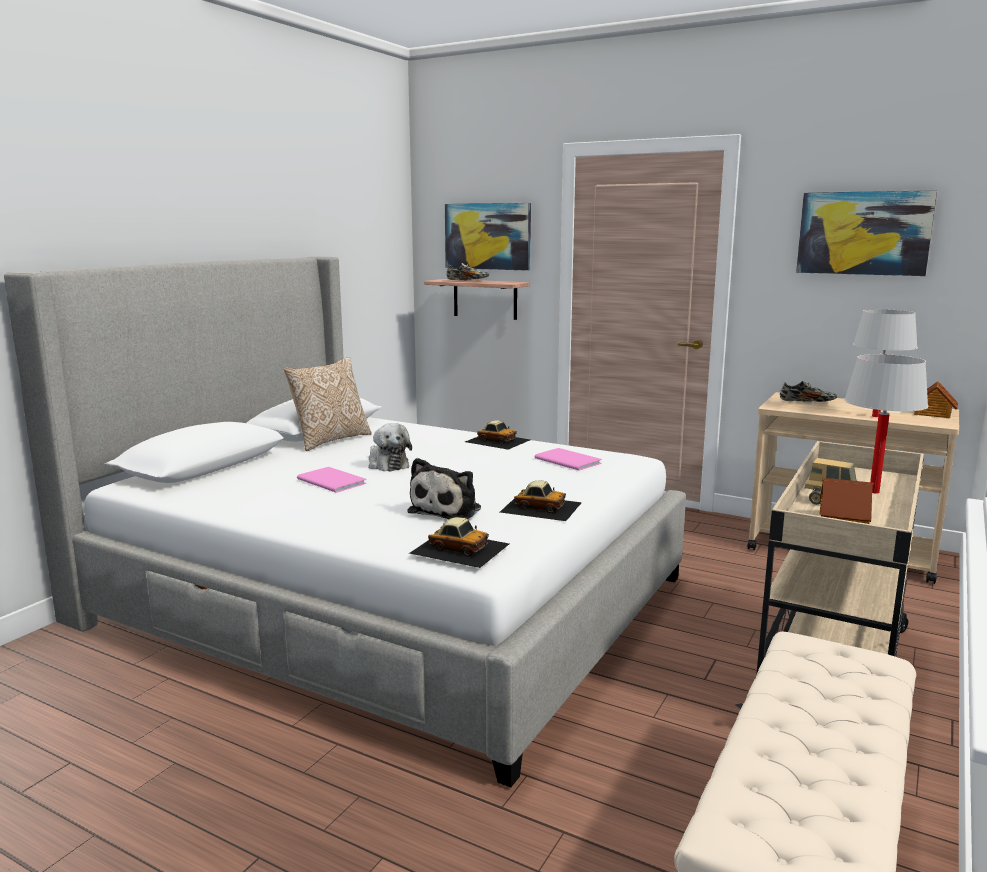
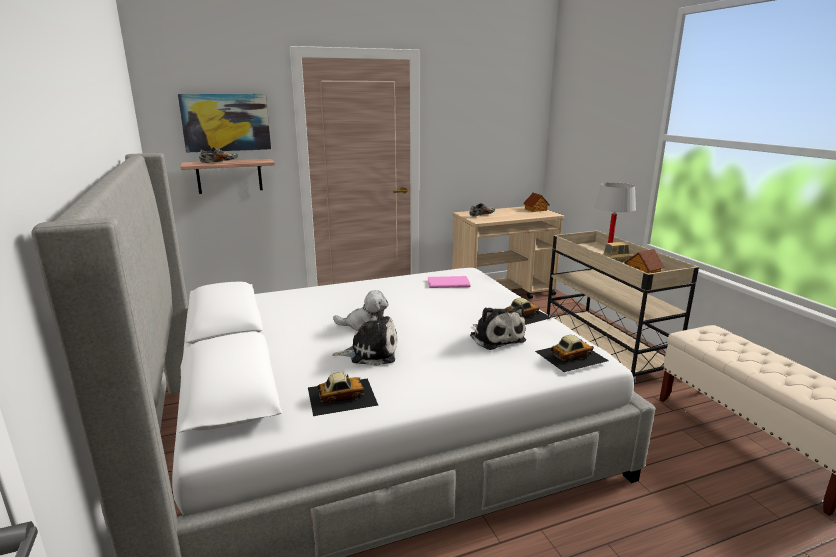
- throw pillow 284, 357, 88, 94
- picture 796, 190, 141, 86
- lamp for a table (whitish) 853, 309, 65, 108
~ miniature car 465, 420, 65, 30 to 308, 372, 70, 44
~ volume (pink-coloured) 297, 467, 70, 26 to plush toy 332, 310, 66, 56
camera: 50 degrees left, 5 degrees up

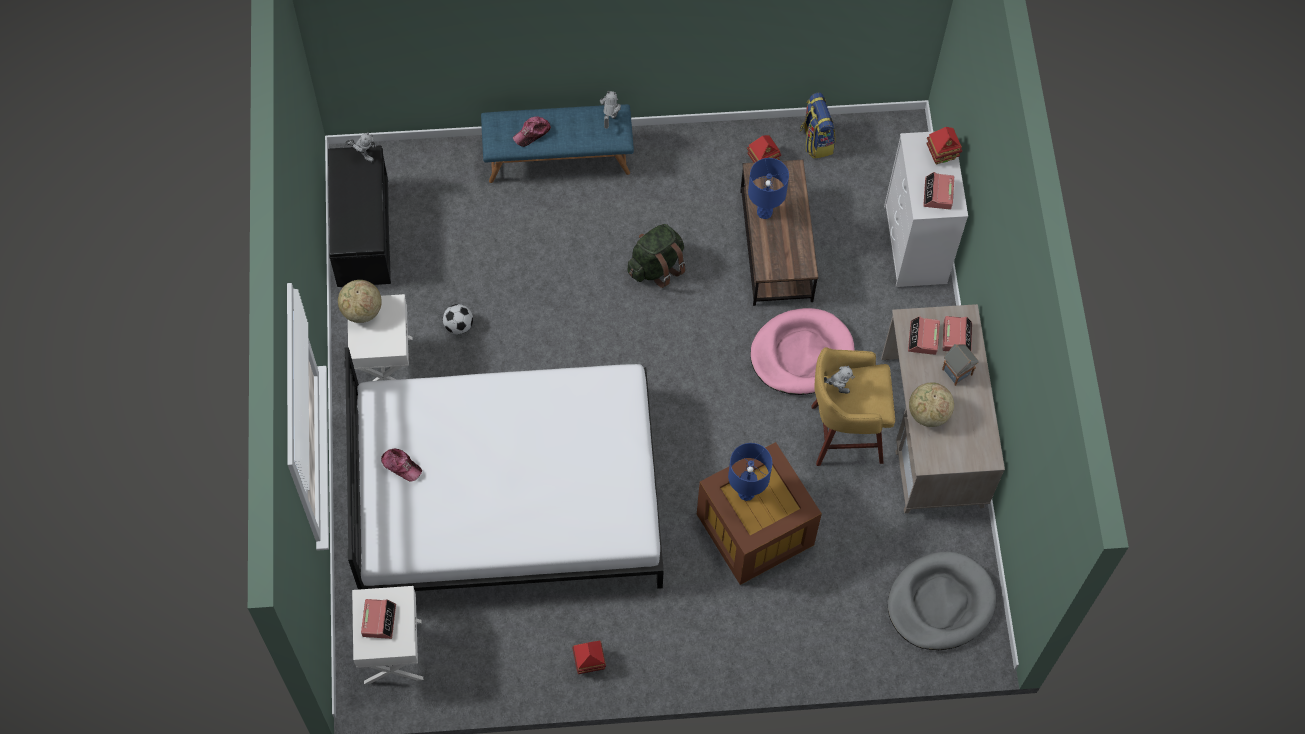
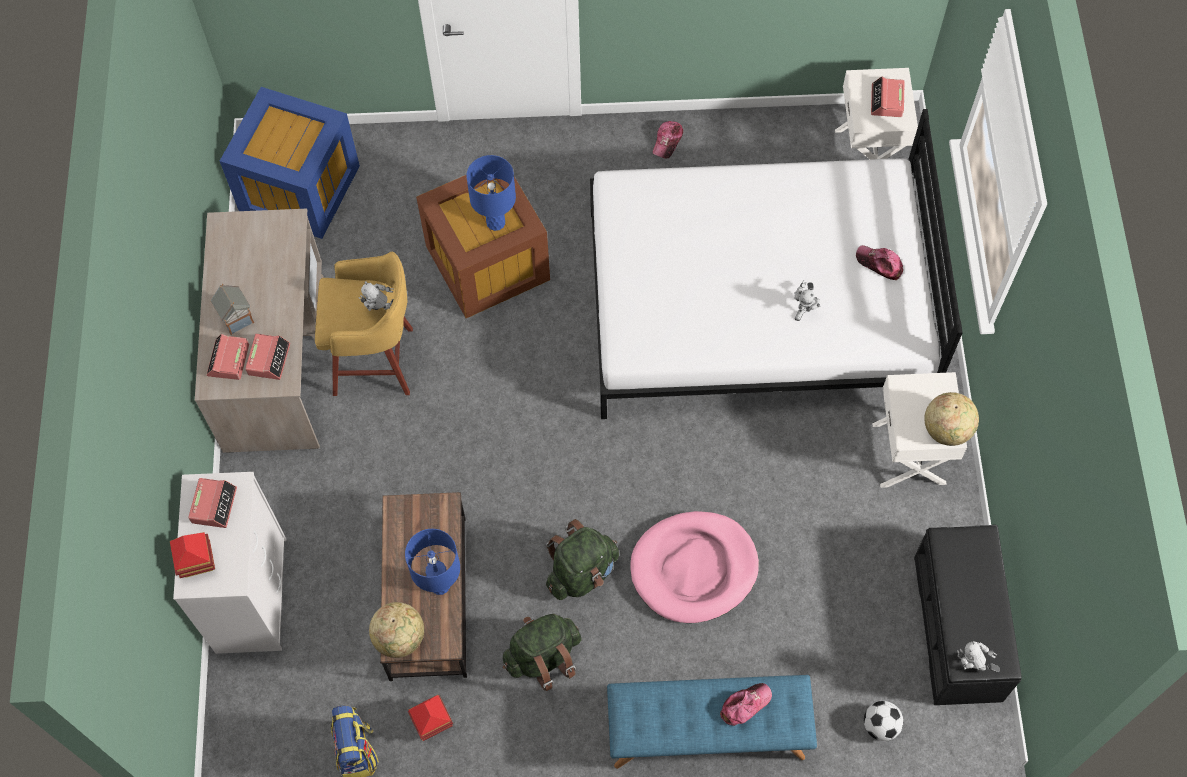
+ rucksack (green) 503, 614, 79, 77
~ football ball 443, 304, 30, 31 to 864, 701, 40, 40
~ toy robot 600, 91, 21, 38 to 794, 280, 27, 41
~ dog bed (pink-coloured) 750, 308, 104, 87 to 630, 511, 129, 112
~ world globe 909, 382, 45, 45 to 369, 602, 55, 56
~ toy house 572, 640, 34, 34 to peaked cap 653, 121, 30, 38
~ dog bed (gray) 888, 552, 108, 98 to storage container (blue-coloured) 220, 87, 140, 152
camera: 175 degrees left, 0 degrees up

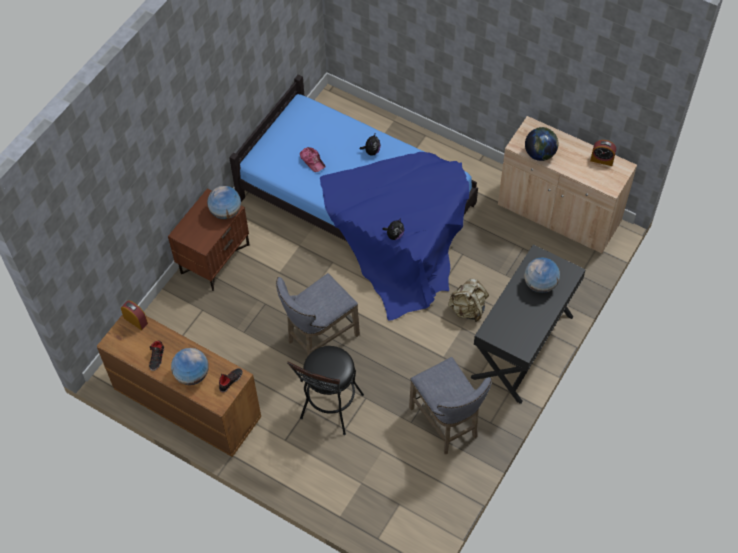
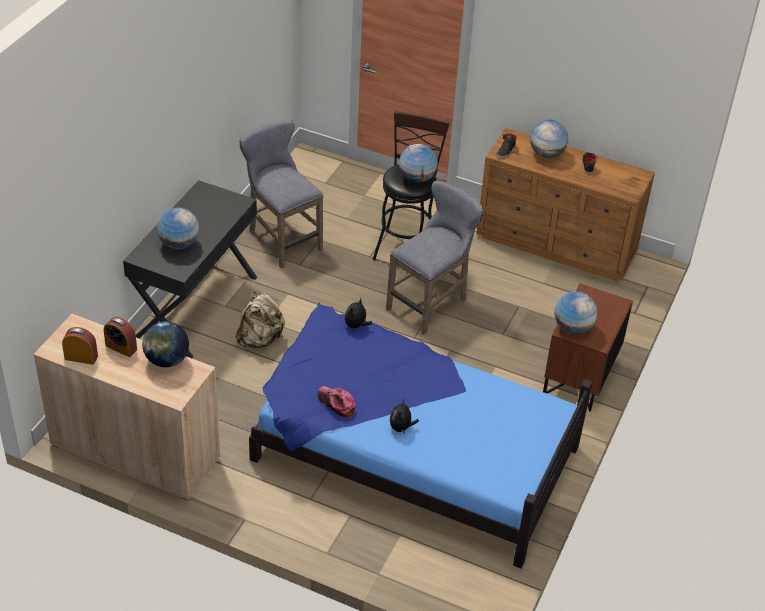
+ world globe 399, 144, 39, 39
~ alarm clock 121, 300, 27, 30 to 104, 317, 33, 40
~ peaked cap 300, 147, 26, 25 to 318, 386, 38, 32
camera: 170 degrees right, 15 degrees down

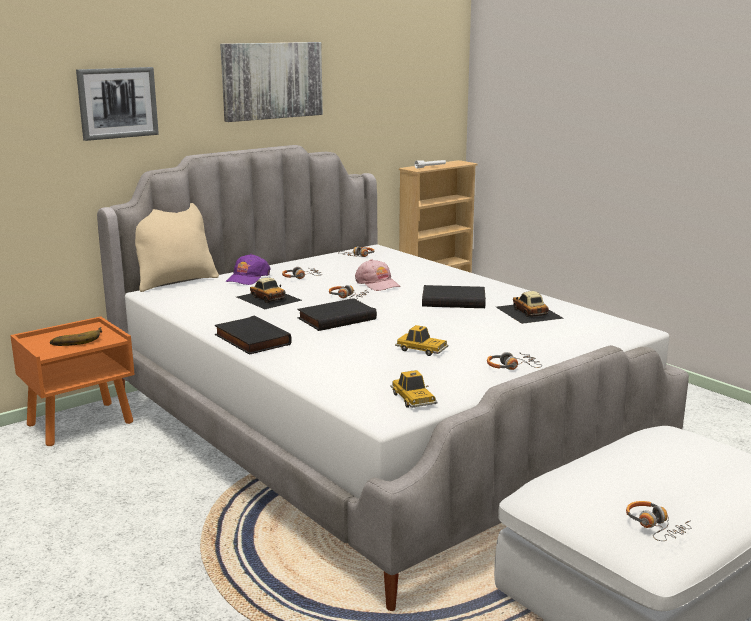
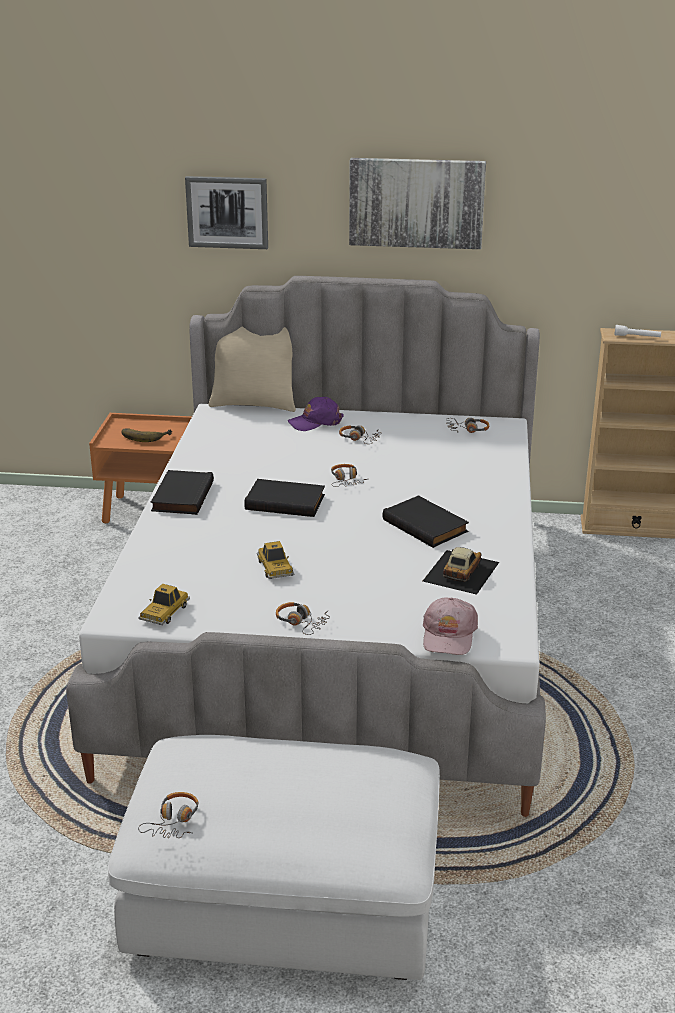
- miniature car 237, 278, 65, 31
~ peaked cap (pink-coloured) 355, 259, 45, 32 to 423, 598, 55, 57
camera: 45 degrees right, 10 degrees up

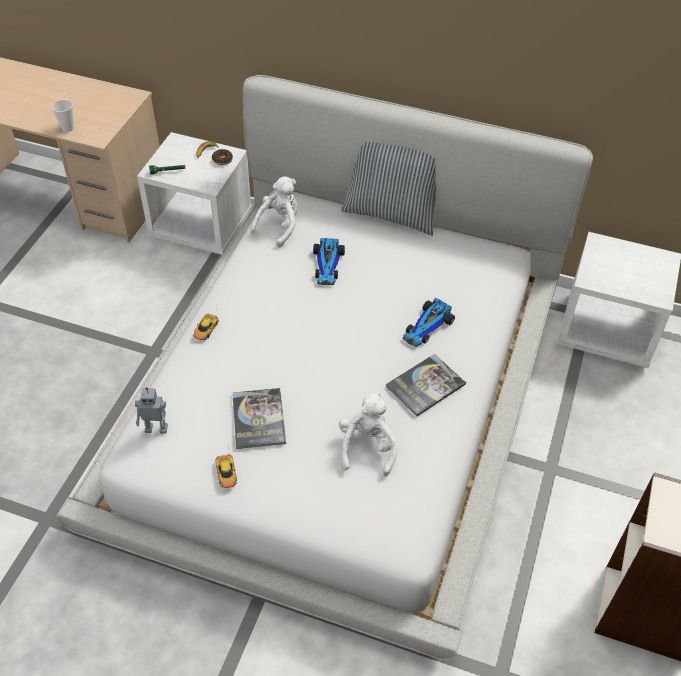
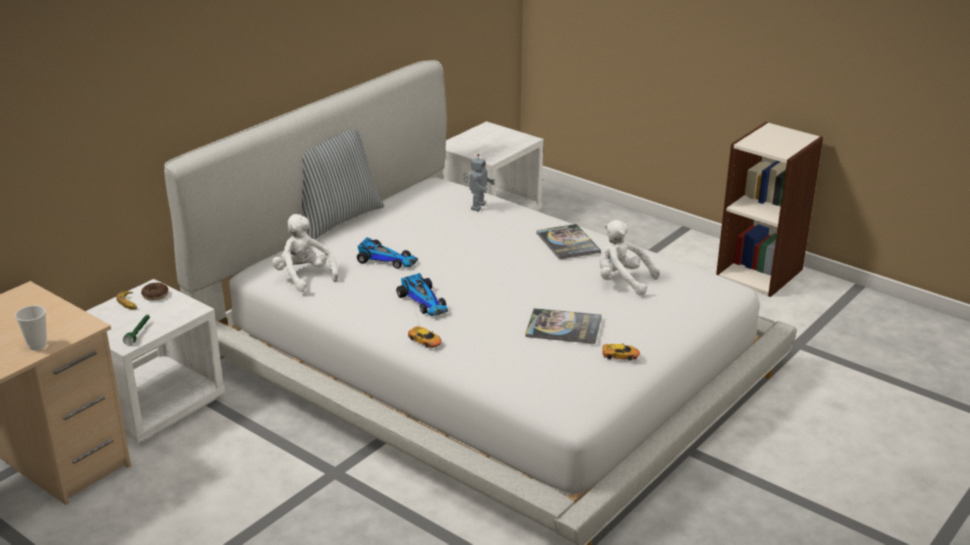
~ toy robot 135, 387, 33, 47 to 464, 154, 31, 57
~ miniature car 402, 298, 53, 49 to 396, 273, 52, 43
camera: 70 degrees left, 20 degrees down

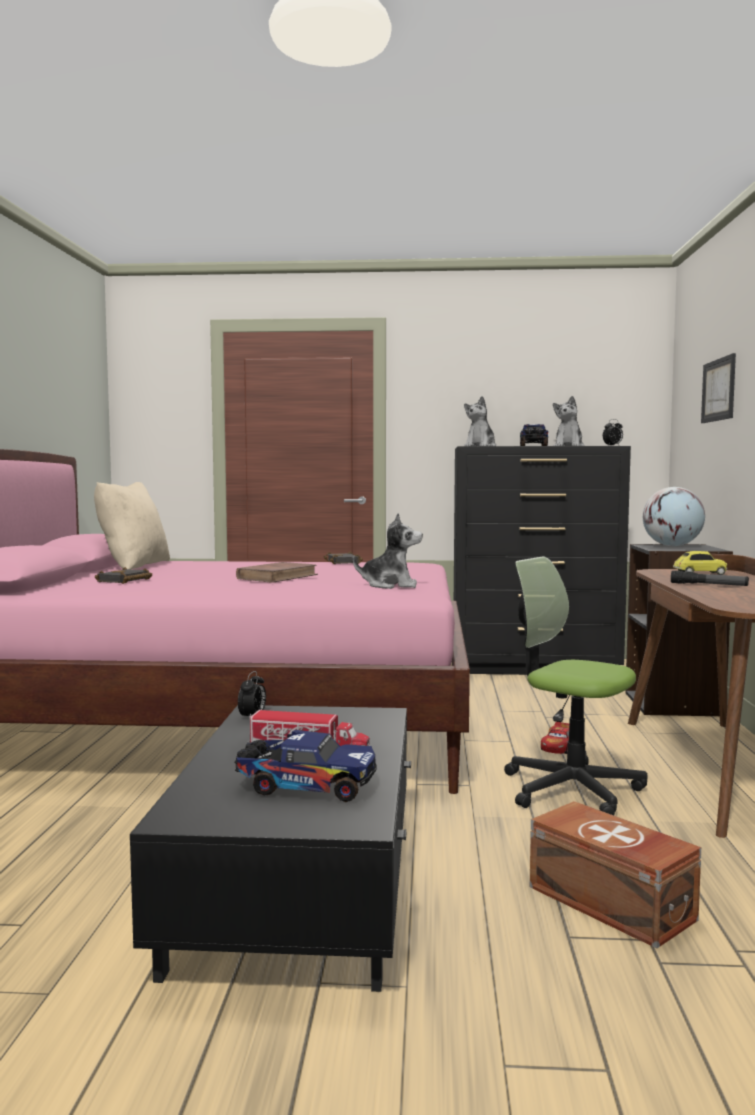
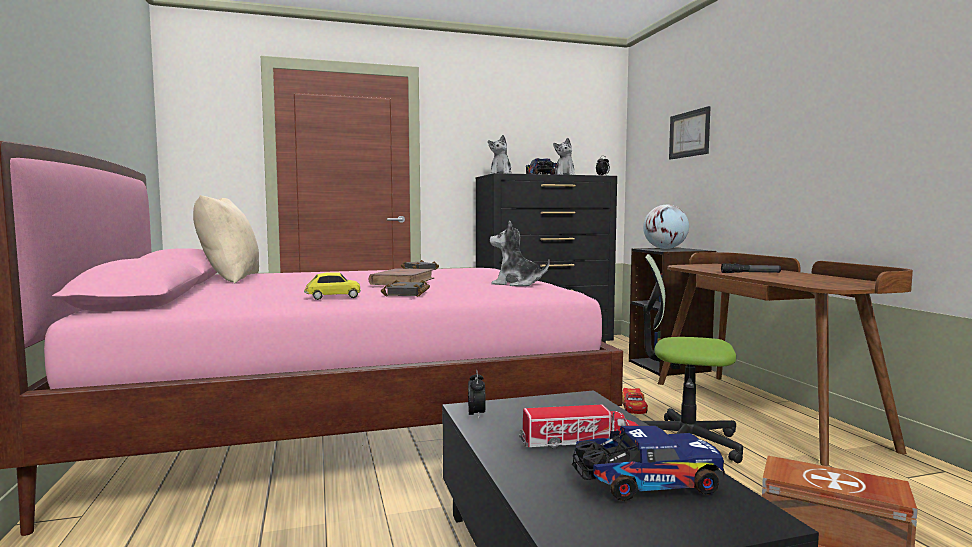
~ volume (black-coloured) 95, 567, 57, 17 to 381, 280, 49, 17
~ miniature car 673, 551, 54, 24 to 304, 272, 57, 28
~ plush toy 353, 513, 70, 76 = 490, 220, 60, 66 150 degrees counterclockwise
camera: 20 degrees left, 0 degrees up

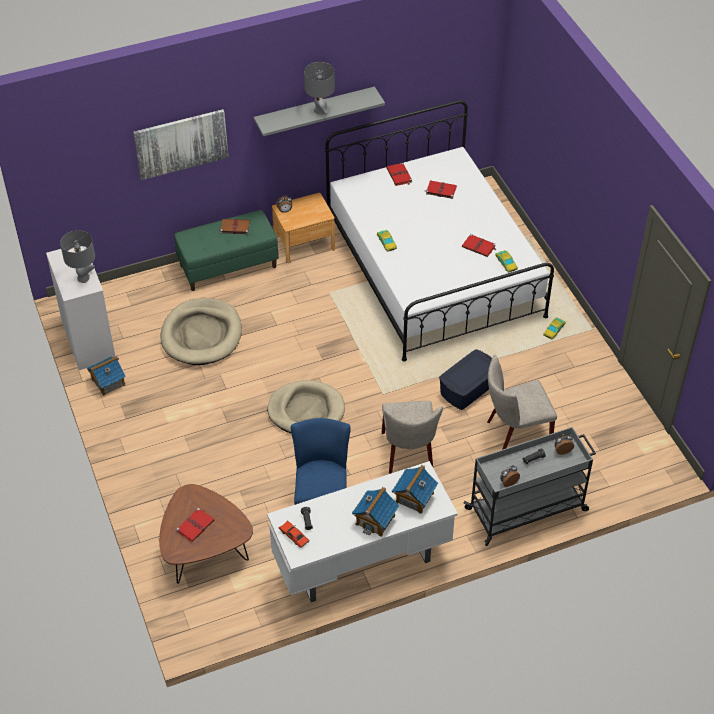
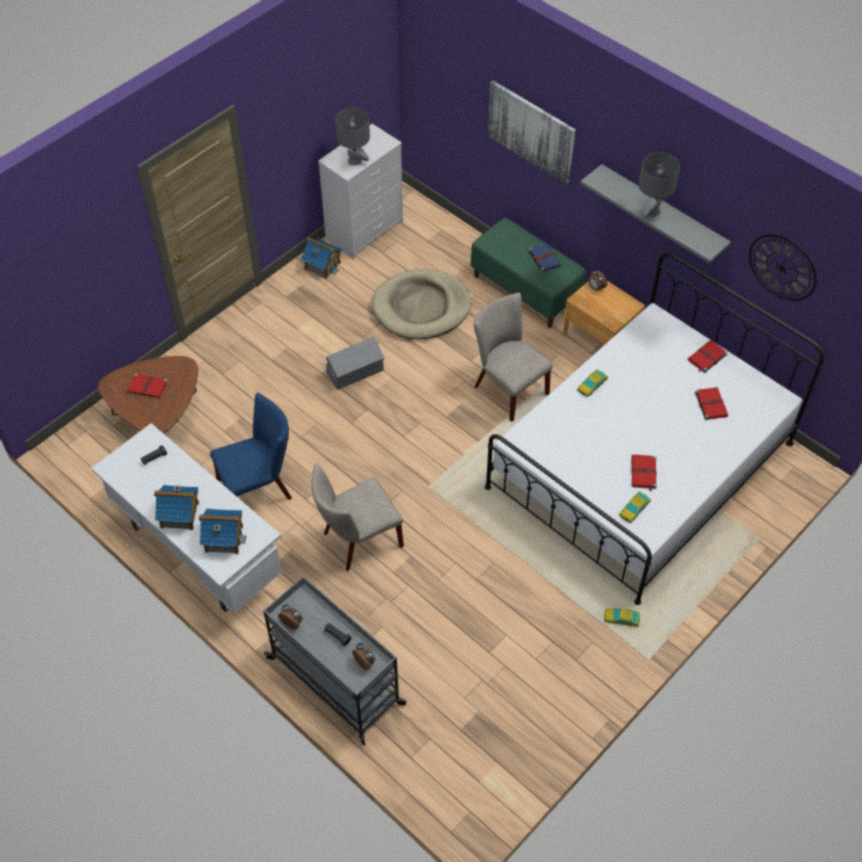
- dog bed (beige) 267, 380, 78, 54
- miniature car (reddish) 279, 520, 31, 28
- storage container (blue-coloured) 439, 349, 53, 61
+ storage container (gray) 326, 337, 58, 53
+ wall clock 749, 234, 68, 67
~ upright chair (beige) 487, 355, 70, 95 to 474, 293, 79, 129
~ volume (brown-coloured) 219, 219, 31, 16 to volume (blue-coloured) 529, 243, 32, 29
camera: 65 degrees right, 5 degrees up

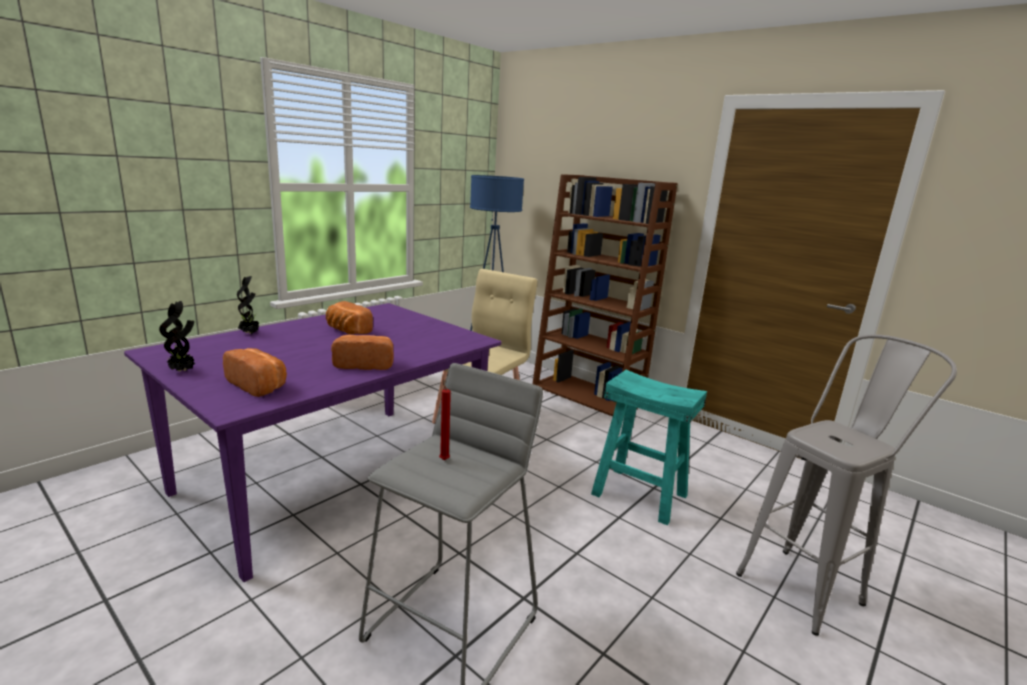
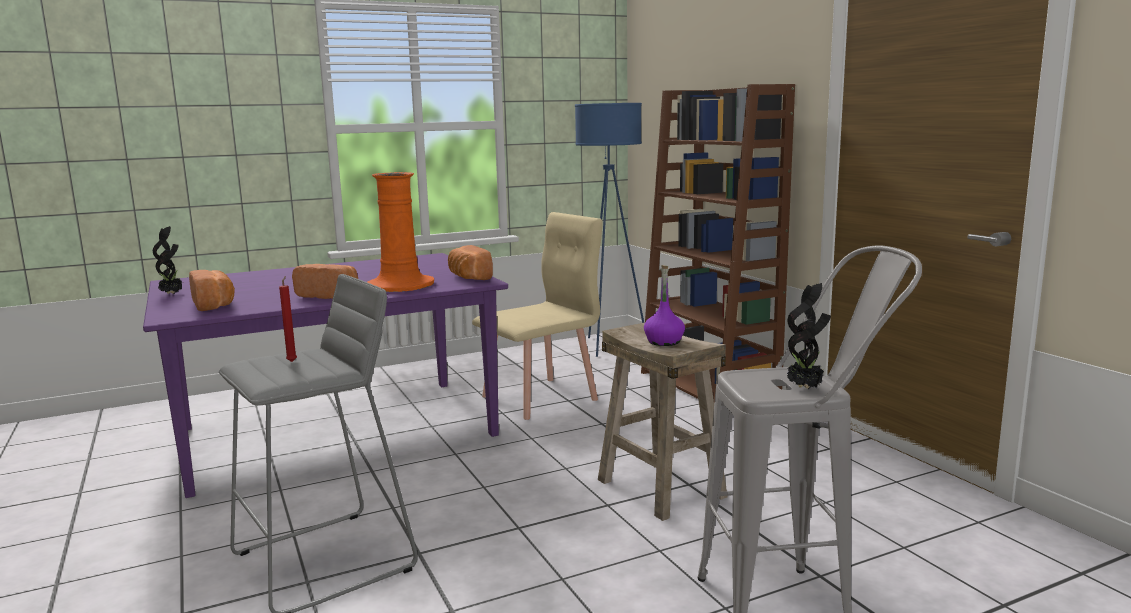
+ vase (orangey) 367, 172, 67, 120
+ beverage bottle (purple-coloured) 644, 265, 41, 81
~ potted plant 237, 276, 24, 58 to 787, 283, 44, 106
~ bakery bread 326, 301, 47, 33 to 448, 245, 45, 35
~ sitting stool (turquoise) 591, 370, 116, 155 to sitting stool (beige) 598, 323, 130, 198
camera: 25 degrees right, 5 degrees down

